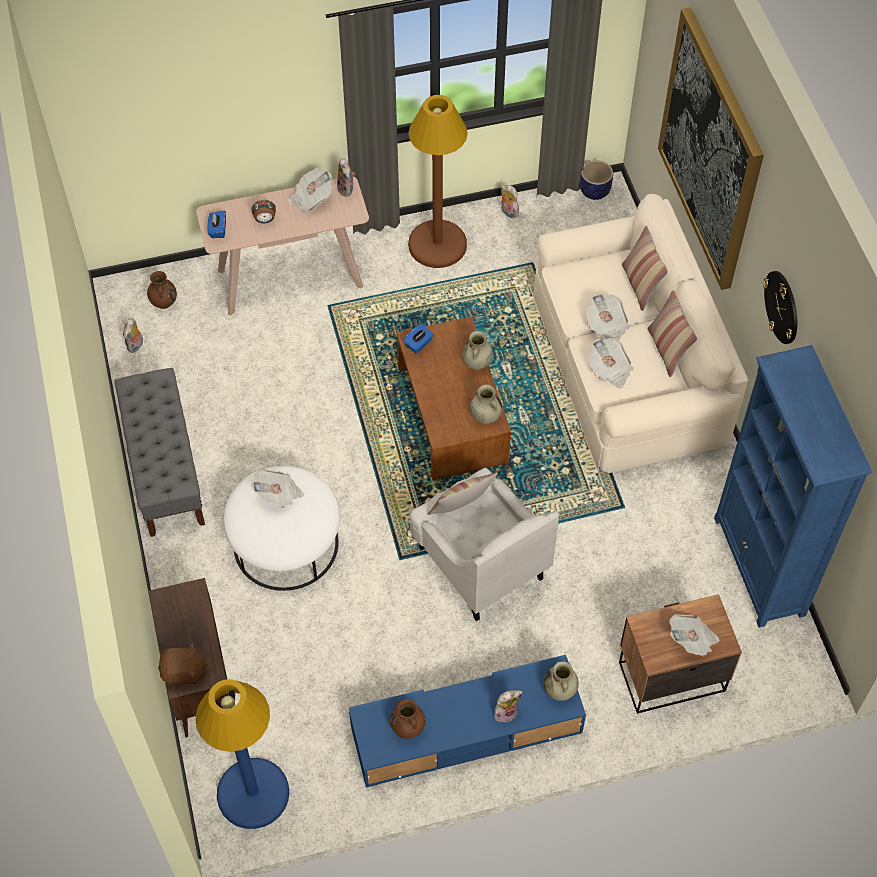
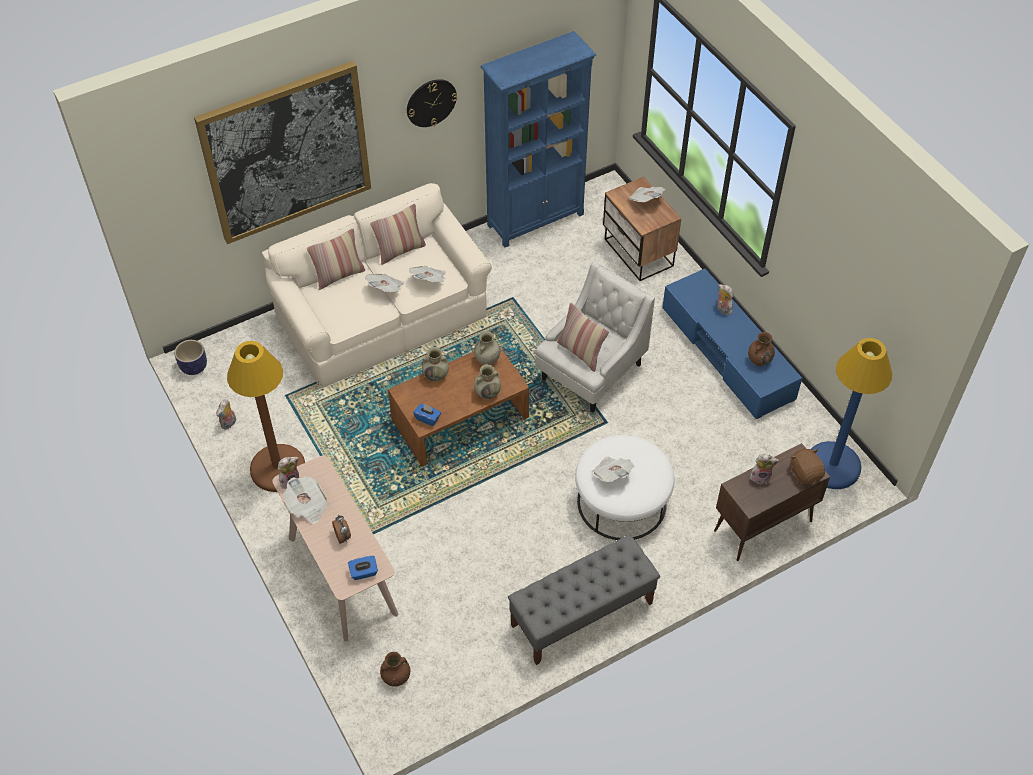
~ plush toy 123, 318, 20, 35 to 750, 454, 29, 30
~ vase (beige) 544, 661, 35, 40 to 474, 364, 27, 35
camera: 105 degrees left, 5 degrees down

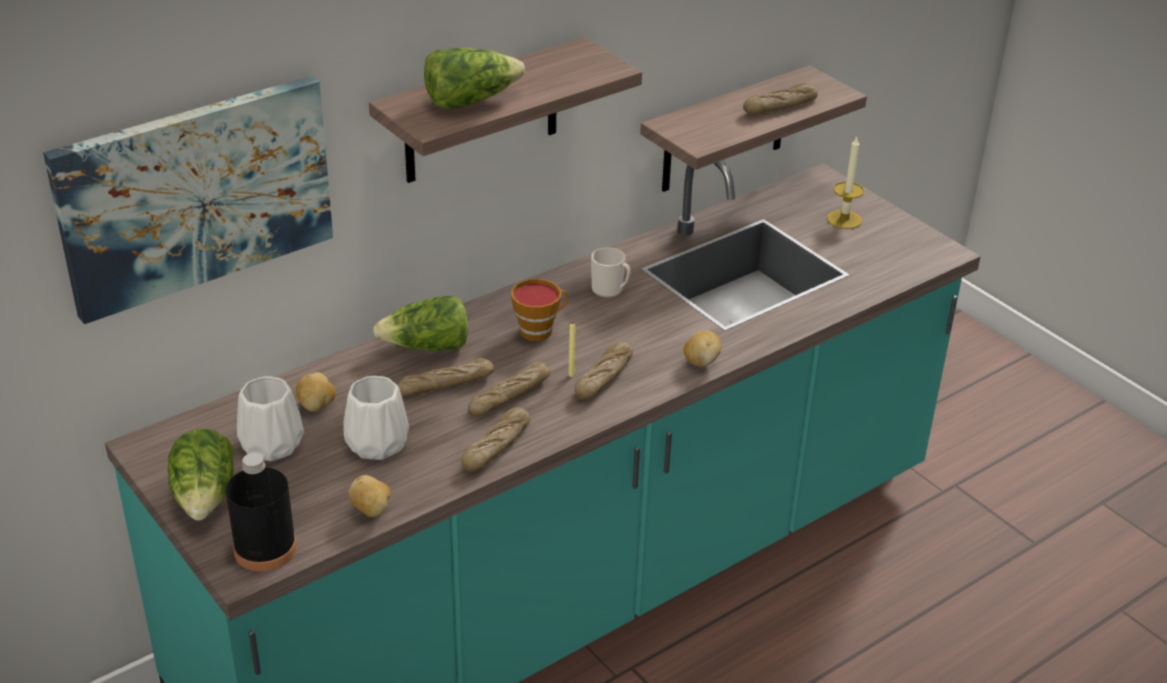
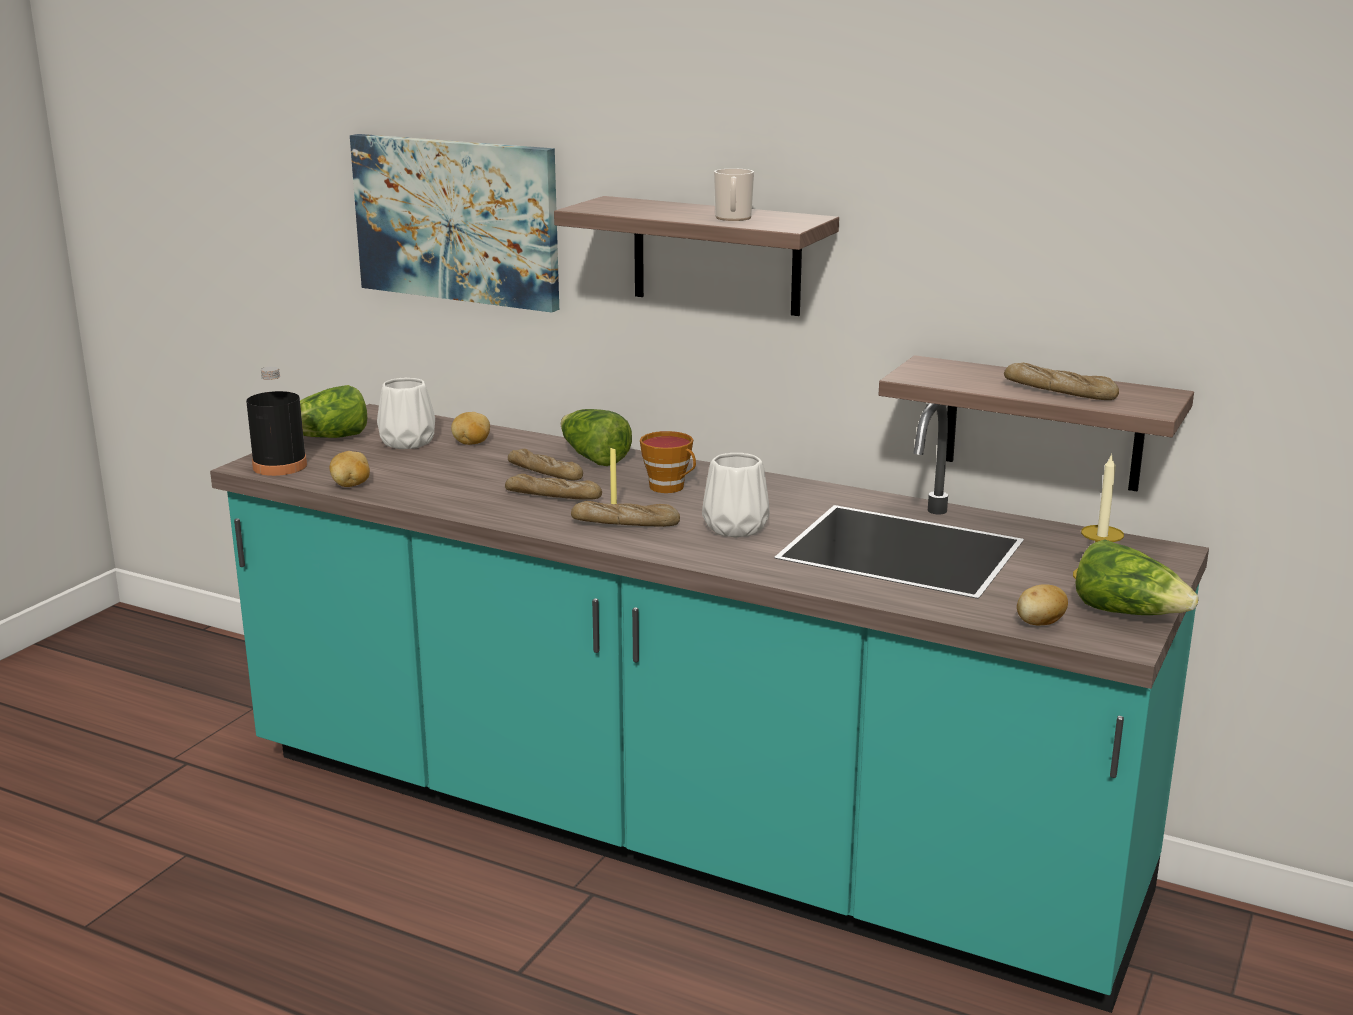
- bakery bread 462, 407, 68, 64
~ vase (whitish) 343, 376, 66, 84 to 702, 453, 68, 84
~ lettuce 424, 48, 101, 61 to 1076, 539, 123, 76
~ mug 591, 247, 40, 51 to 714, 169, 40, 52
~ potato 683, 330, 38, 37 to 1017, 584, 51, 41
camera: 65 degrees right, 15 degrees down

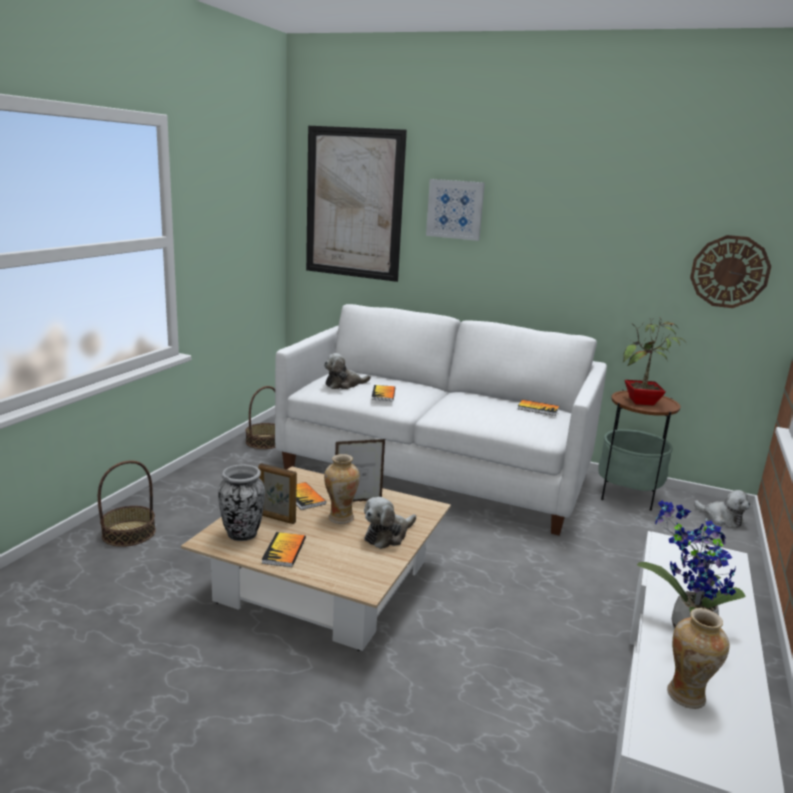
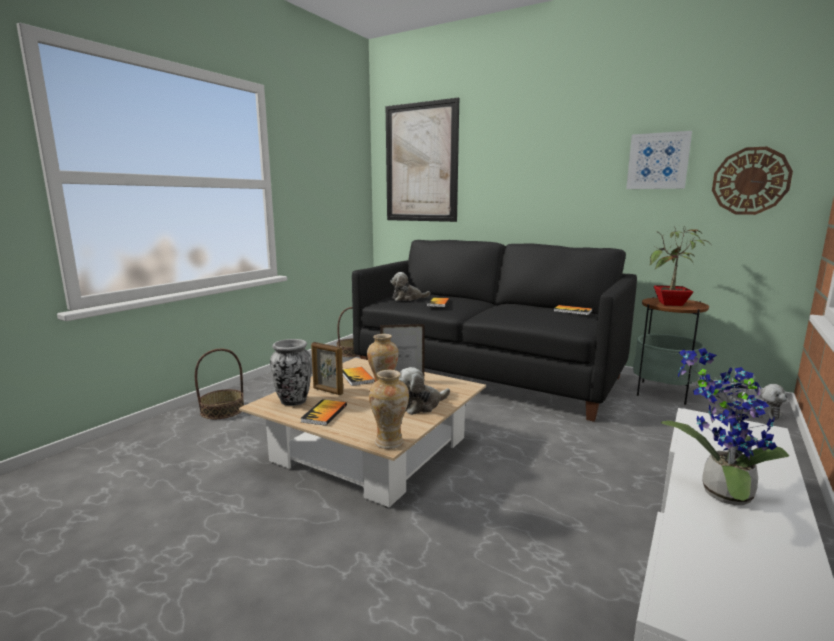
~ picture 426, 179, 59, 62 to 626, 131, 66, 58
~ vase 667, 608, 63, 101 to 369, 370, 40, 79
~ couch (whitish) 275, 304, 332, 231 to couch (black-coloured) 352, 240, 285, 182
camera: 10 degrees right, 5 degrees down

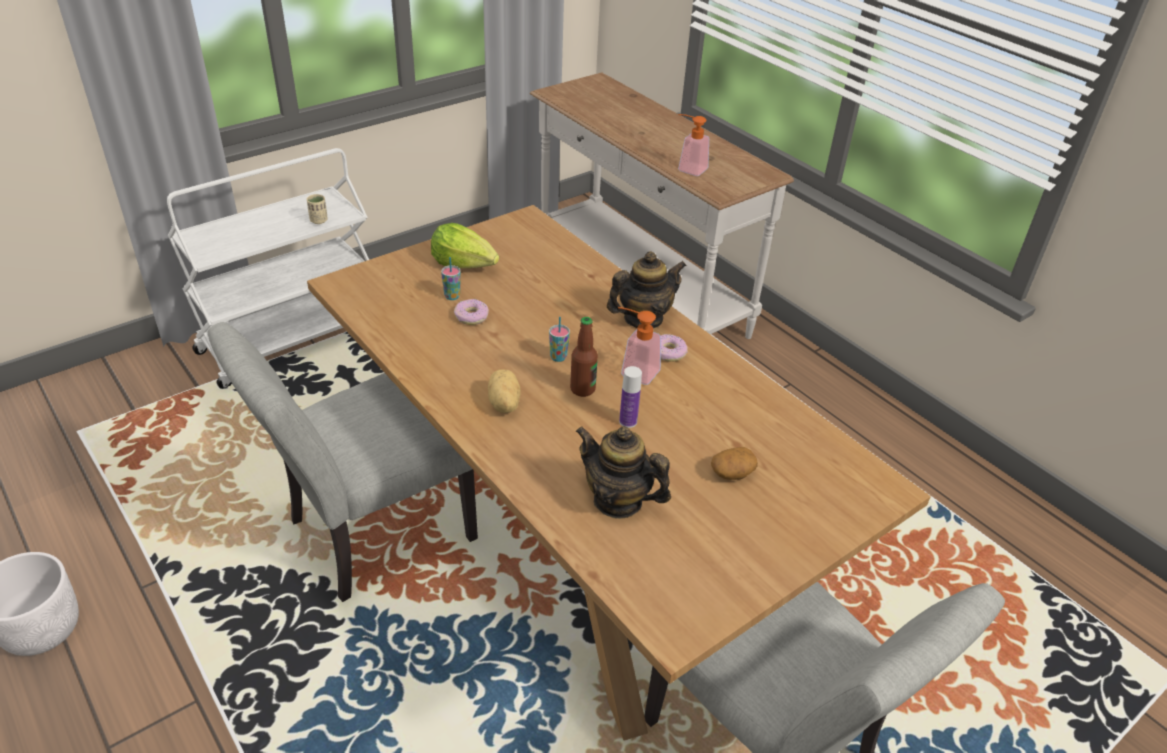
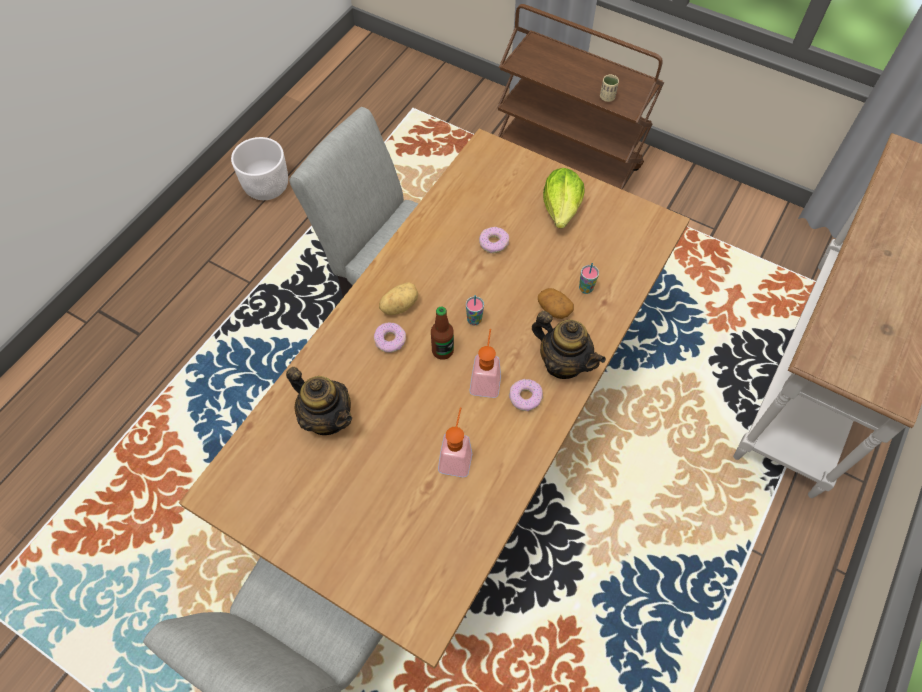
- beverage bottle 619, 366, 23, 62
+ donut 374, 322, 32, 31
~ drinking cup 441, 257, 20, 43 to 579, 263, 20, 31
~ soap dispenser 678, 114, 31, 62 to 438, 407, 34, 70
~ potato 711, 447, 47, 33 to 538, 288, 36, 31
~ trolley (whitish) 167, 148, 202, 241 to trolley (brown-coloured) 497, 4, 167, 185
~ teapot 575, 426, 96, 93 = 286, 367, 66, 68 120 degrees clockwise
camera: 70 degrees right, 20 degrees up

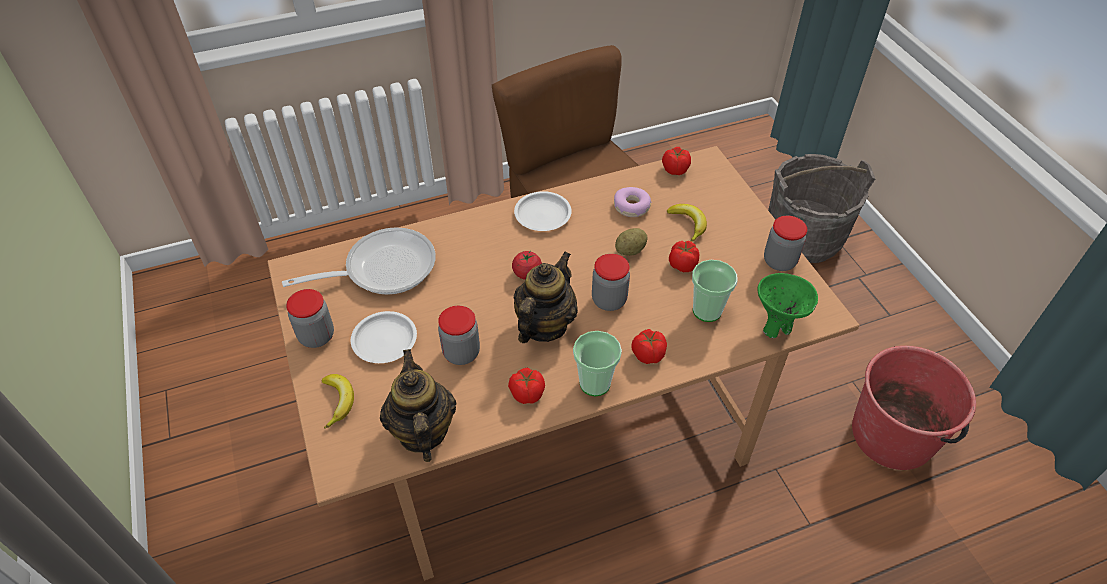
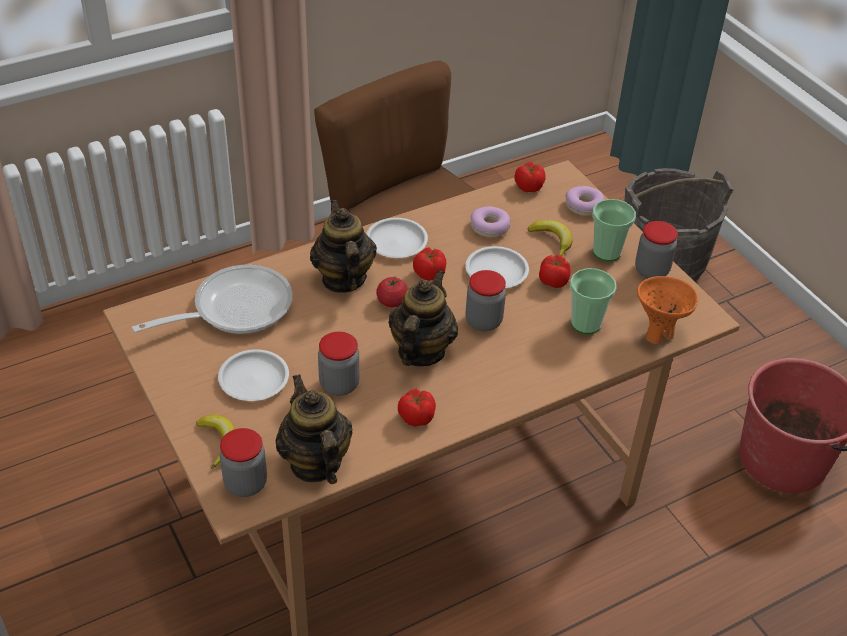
+ teapot 310, 200, 67, 93
+ donut 565, 186, 40, 30
~ storage jar 286, 289, 48, 59 to 220, 428, 47, 69
~ drinking cup 573, 331, 49, 65 to 593, 199, 43, 62
~ tomato 632, 329, 35, 35 to 413, 247, 33, 34
~ potato 615, 228, 32, 28 to plate (whitish) 465, 246, 64, 42
~ deep dish (green) 757, 273, 61, 65 to deep dish (orangey) 637, 276, 61, 68
camera: 10 degrees left, 5 degrees down

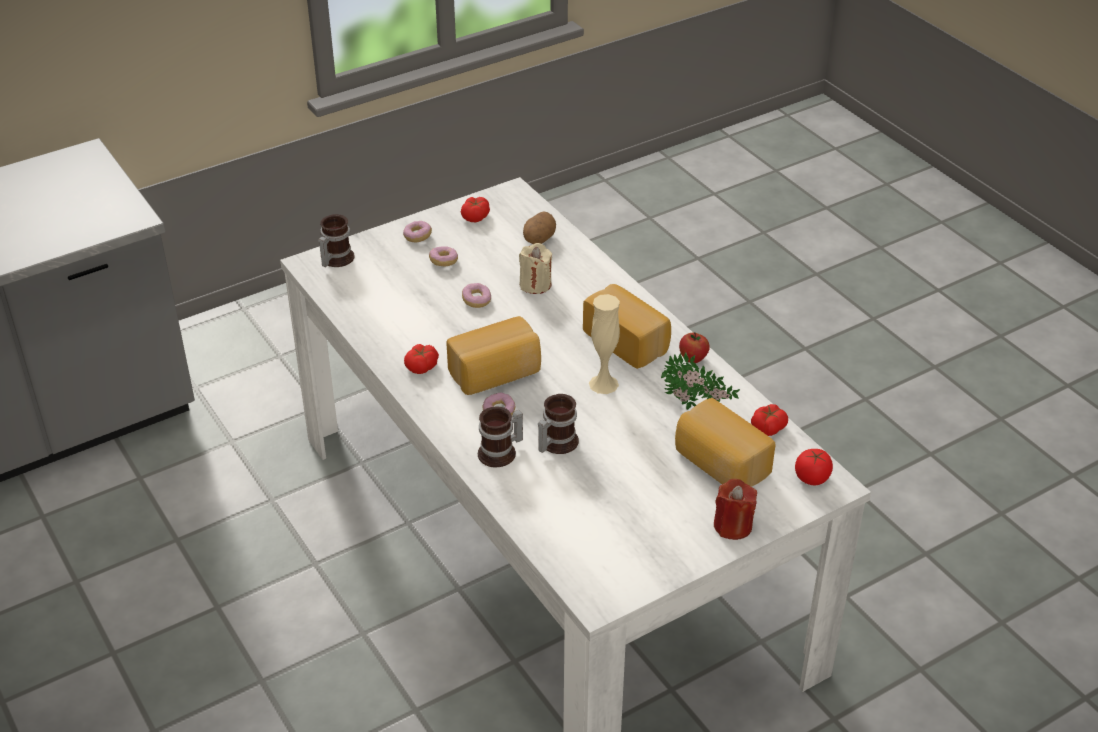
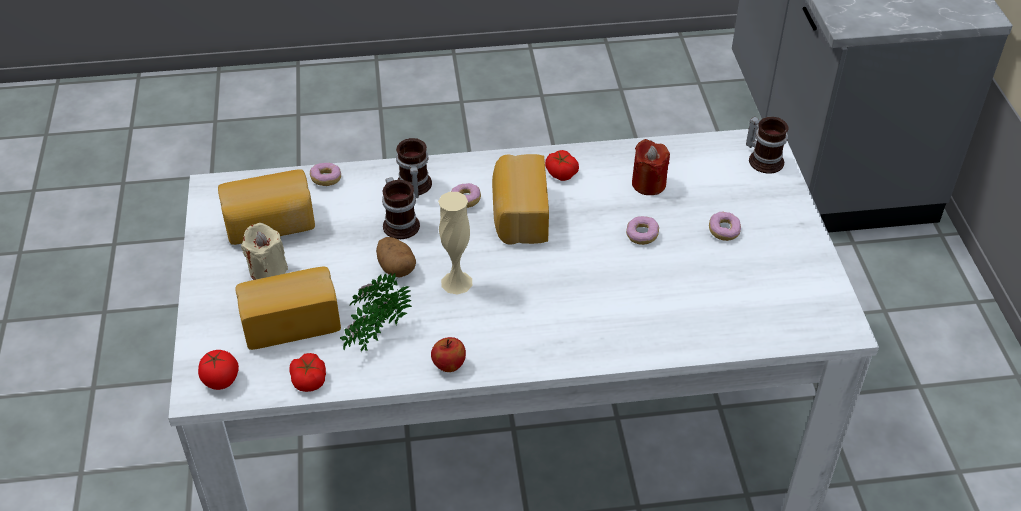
- tomato 461, 197, 29, 25
~ donut 403, 221, 29, 21 to 310, 163, 31, 23
~ wax light (beige) 519, 243, 33, 51 to 241, 223, 47, 57
~ potato 523, 211, 33, 33 to 376, 237, 40, 40
~ bakery bread 583, 284, 88, 85 to 218, 169, 97, 76
~ wax light (reddish) 714, 479, 43, 61 to 632, 139, 38, 56
camera: 115 degrees right, 5 degrees up

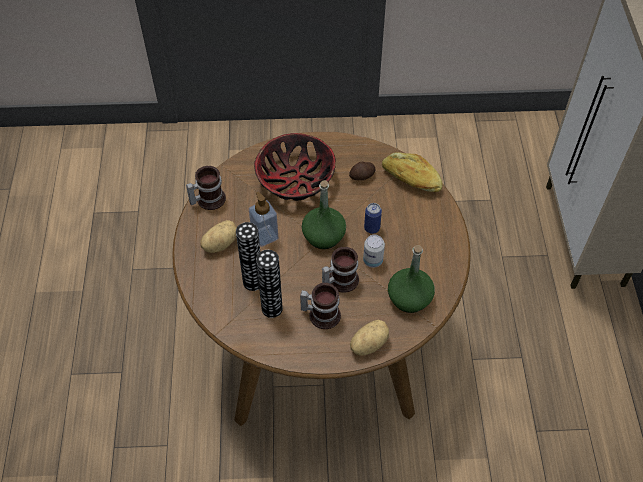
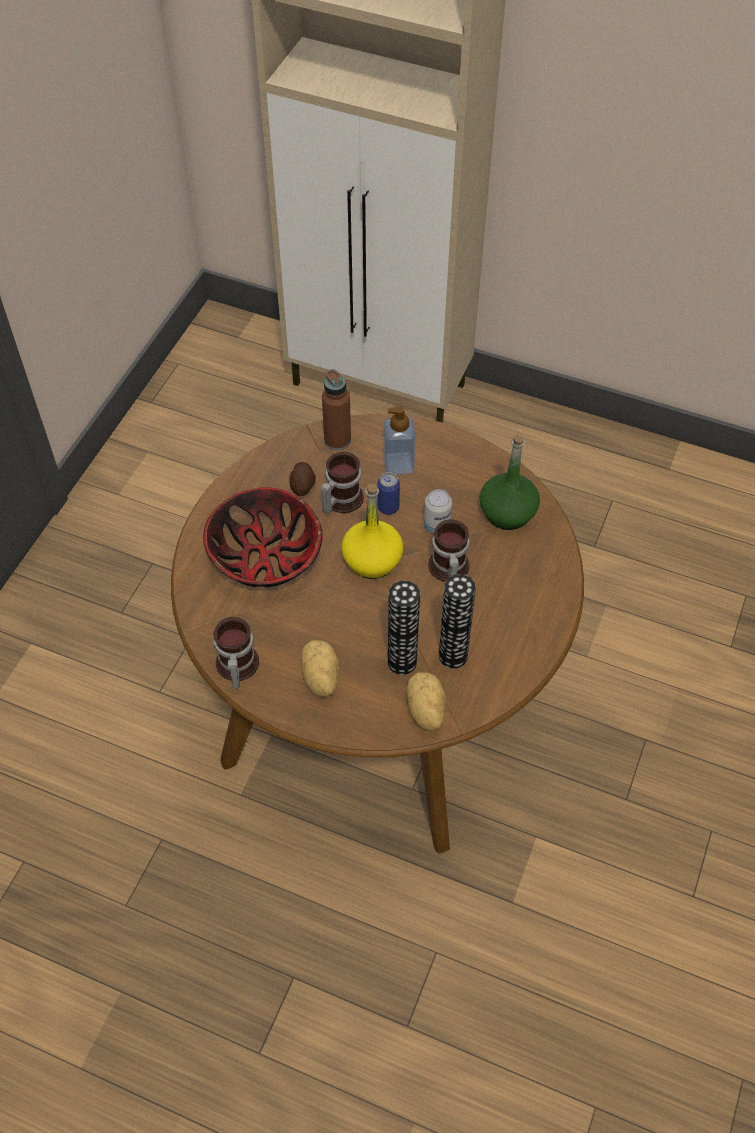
~ soap dispenser 249, 191, 30, 56 to 384, 406, 32, 69
~ mug 300, 283, 41, 46 to 321, 452, 43, 62
~ potato 350, 320, 39, 36 to 406, 672, 40, 59
~ bakery bread 382, 152, 60, 40 to beverage bottle (brown-coloured) 322, 369, 29, 81
~ beverage bottle (green) 302, 180, 44, 69 to beverage bottle (yellowish) 341, 483, 62, 96
camera: 65 degrees left, 0 degrees up

